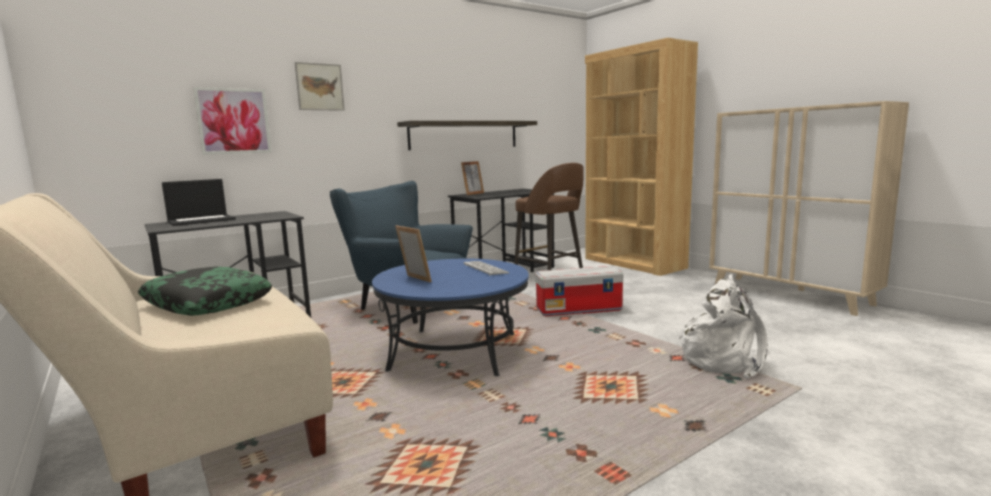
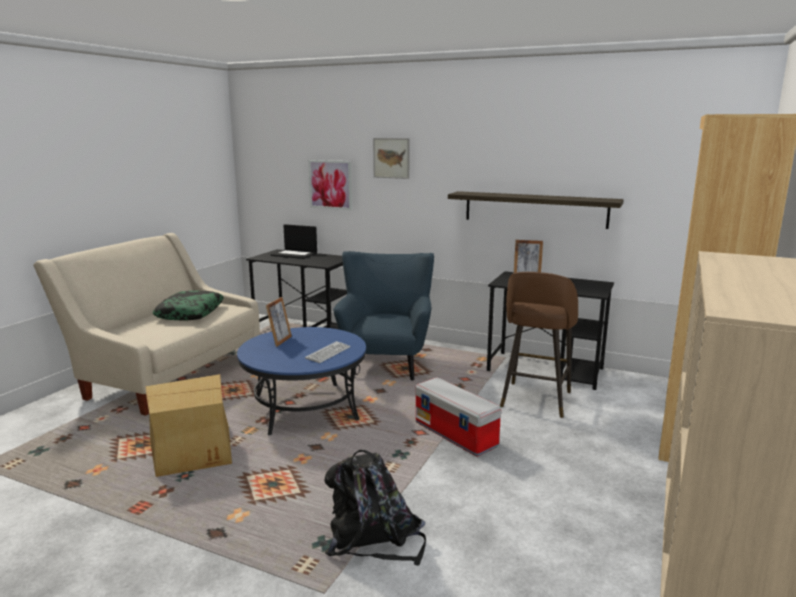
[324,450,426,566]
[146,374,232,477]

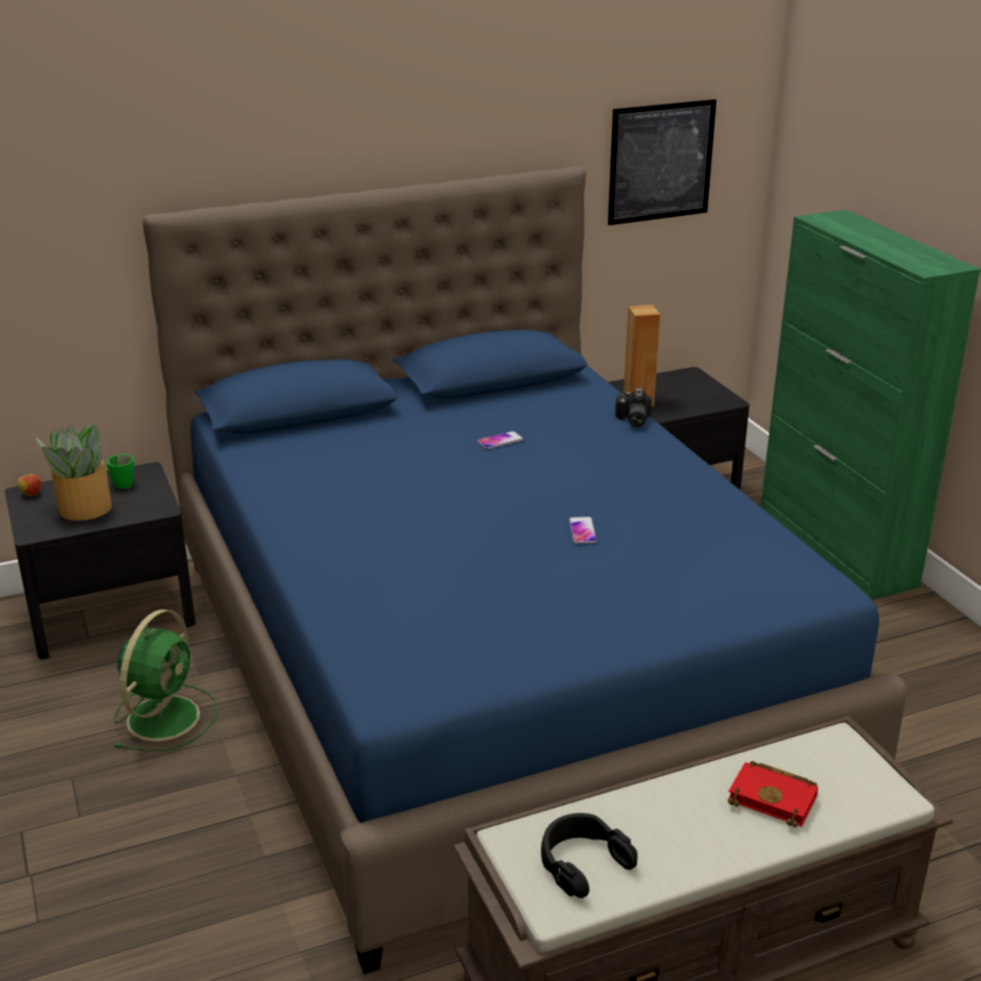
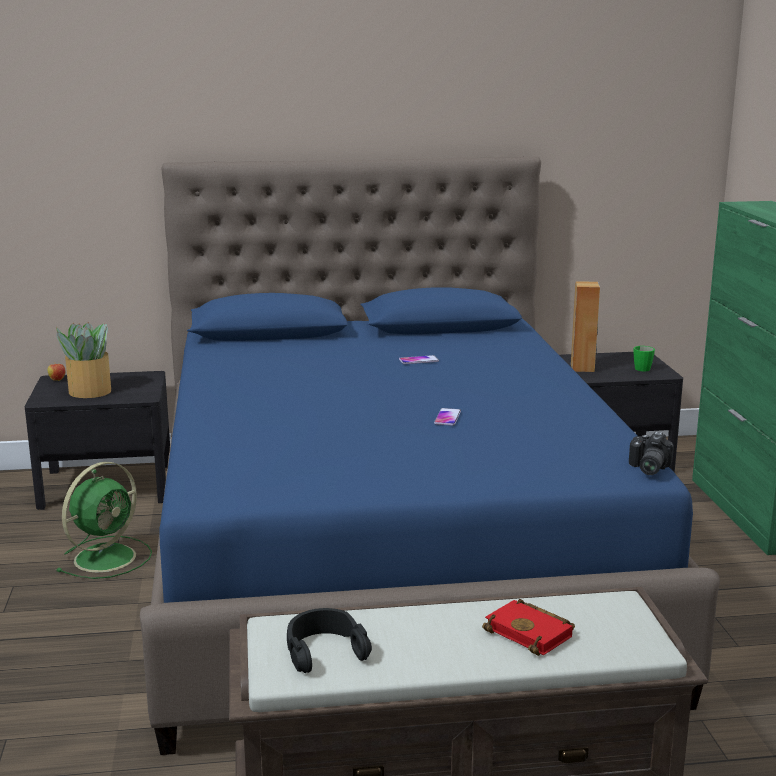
[634,346,655,371]
[608,99,716,225] (first image)
[629,432,674,475]

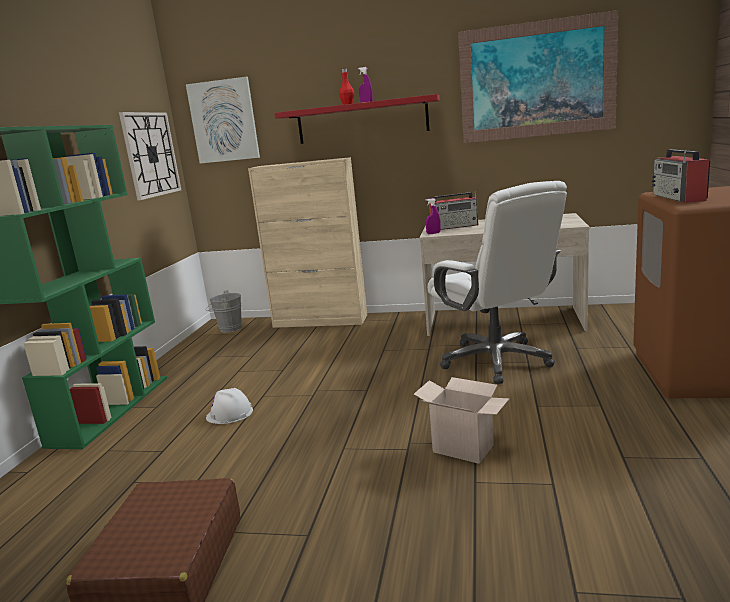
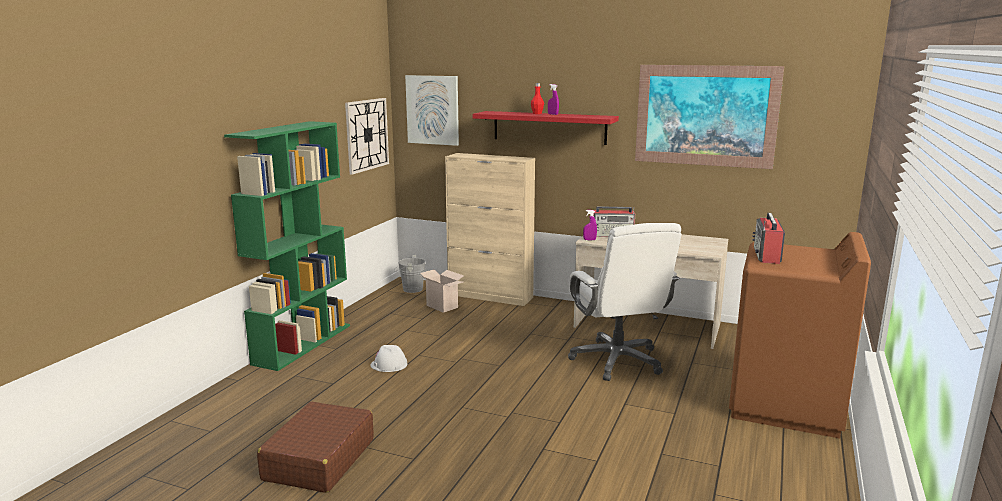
[420,269,464,313]

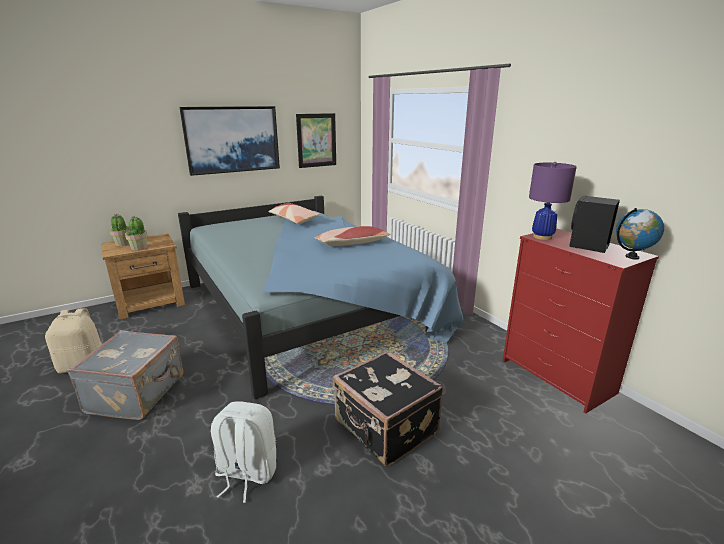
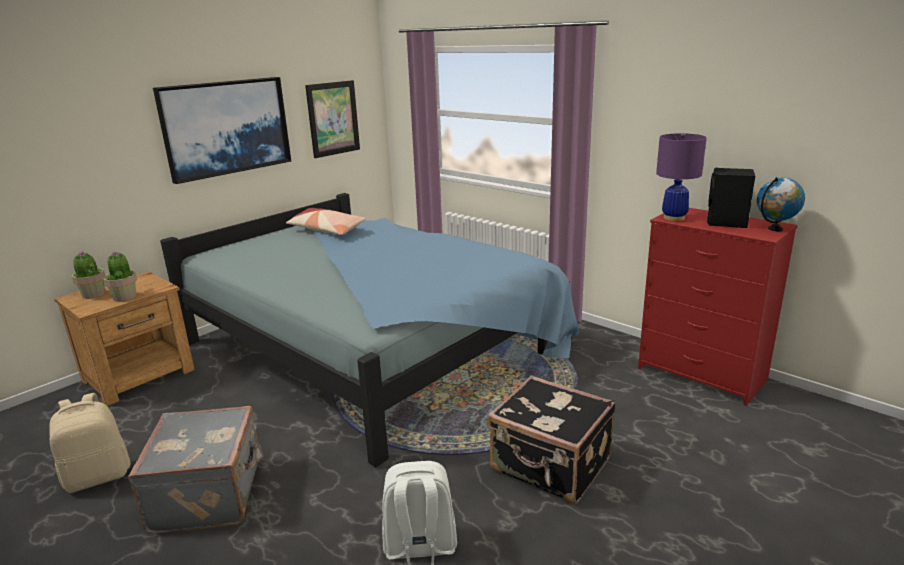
[315,226,390,246] (first image)

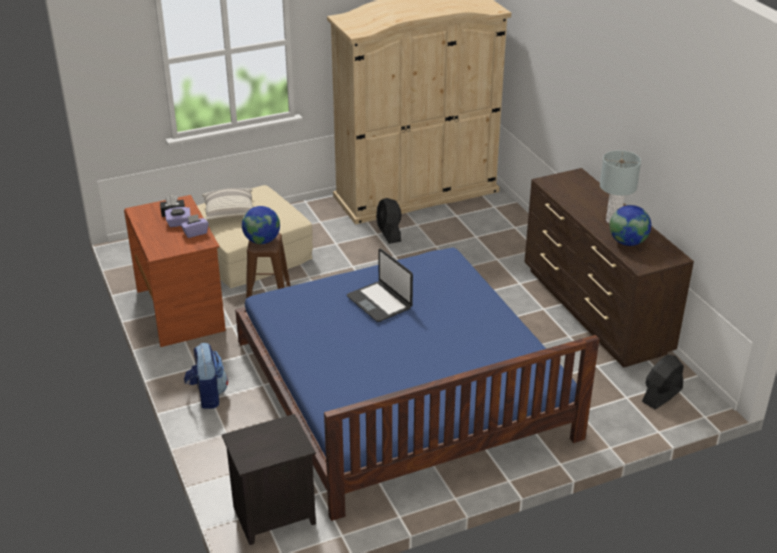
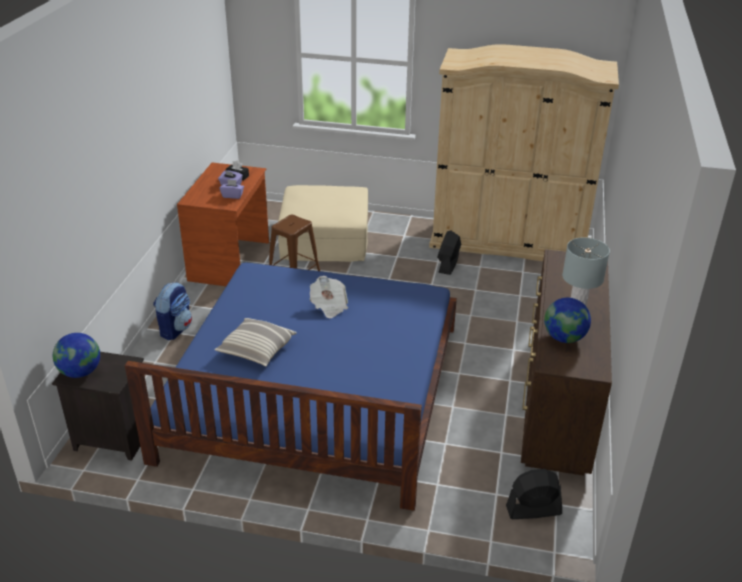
[214,318,297,367]
[53,333,100,378]
[310,276,348,319]

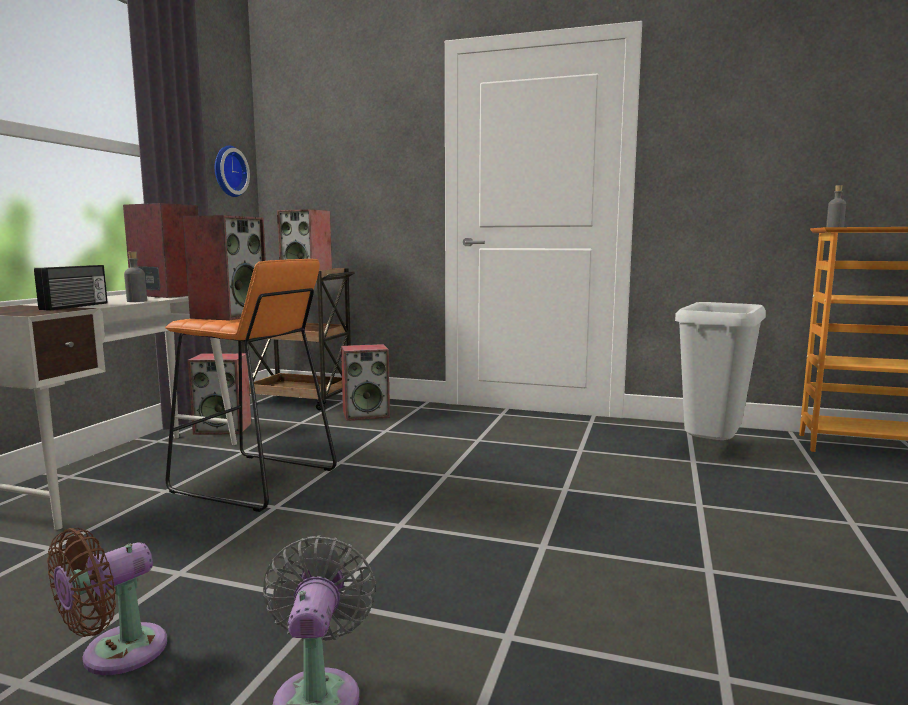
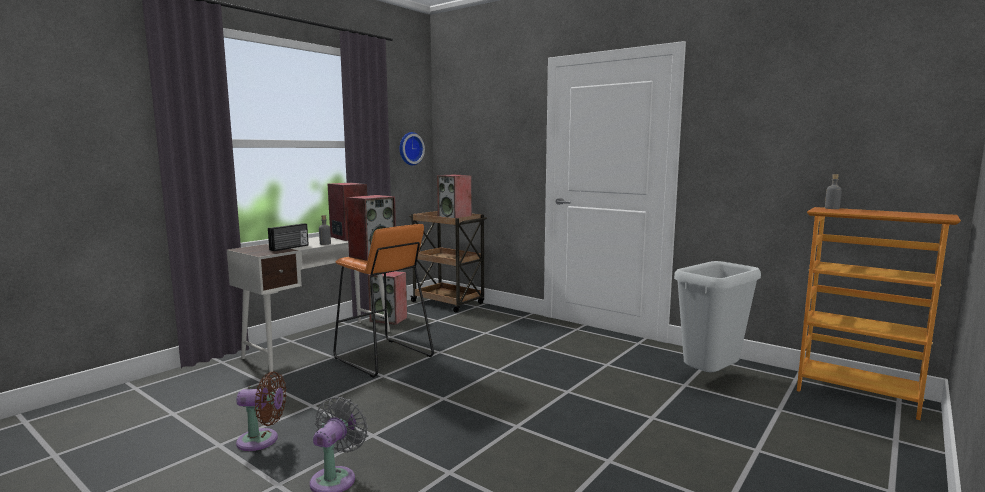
[236,372,286,451]
[341,344,390,421] (first image)

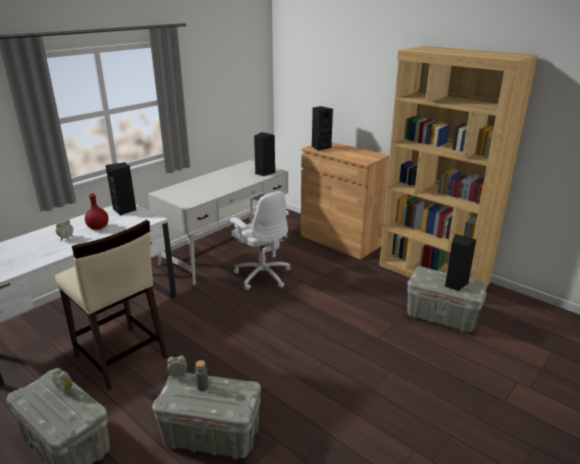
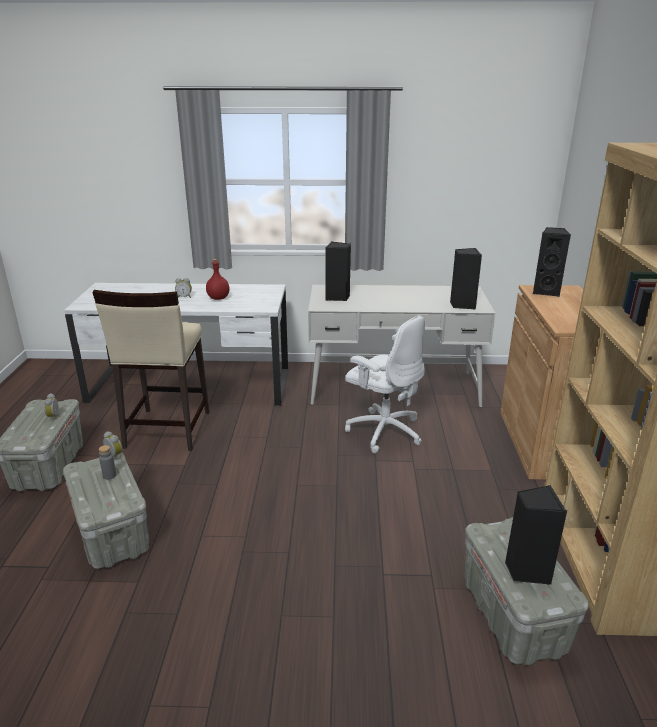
[325,241,351,301]
[345,315,425,453]

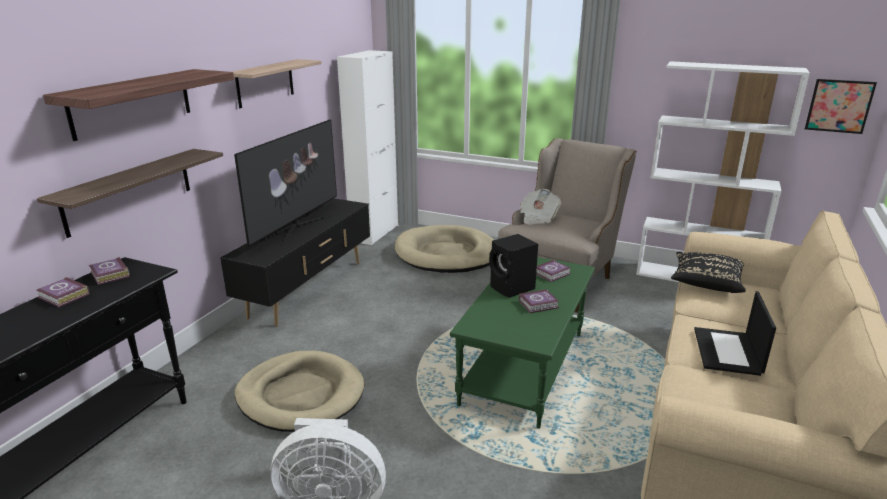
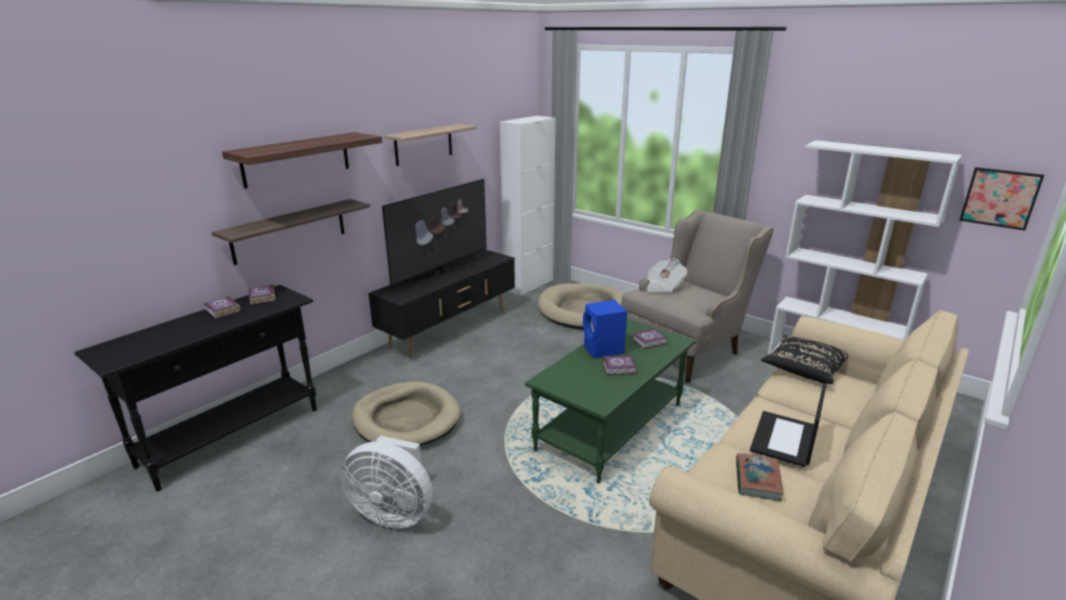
[583,300,627,359]
[736,453,784,501]

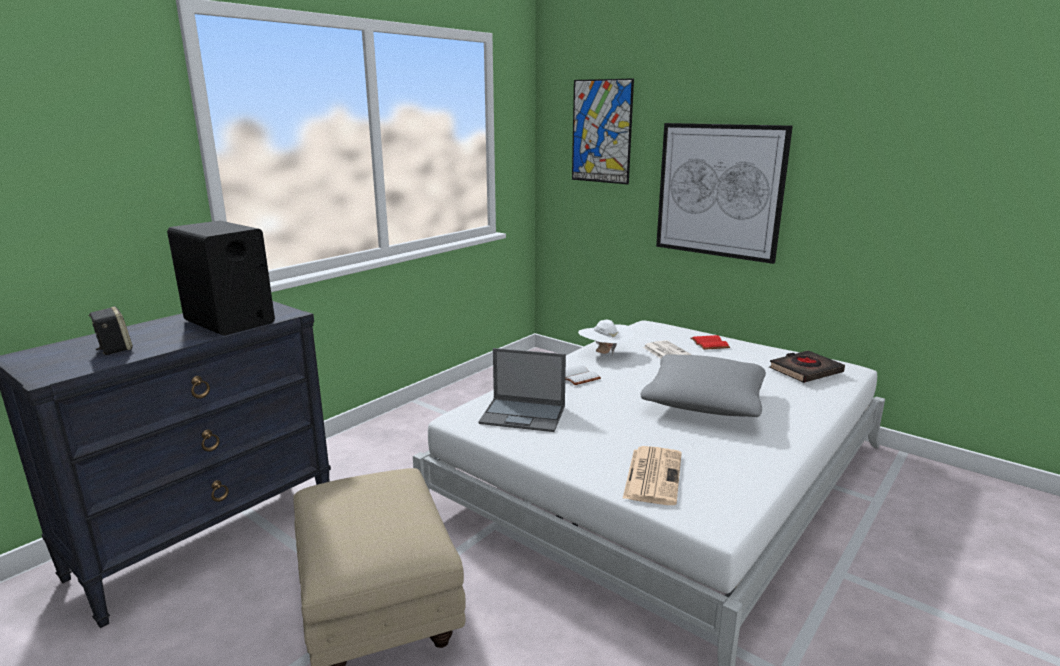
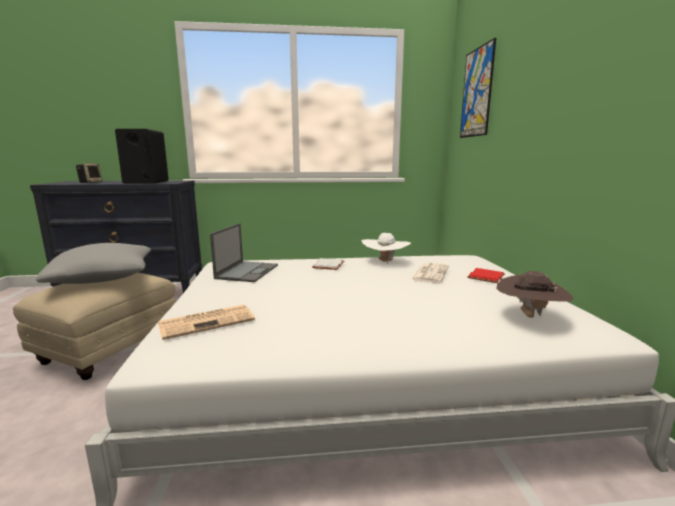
[210,223,278,282]
[36,243,151,284]
[656,123,793,264] (first image)
[496,271,574,318]

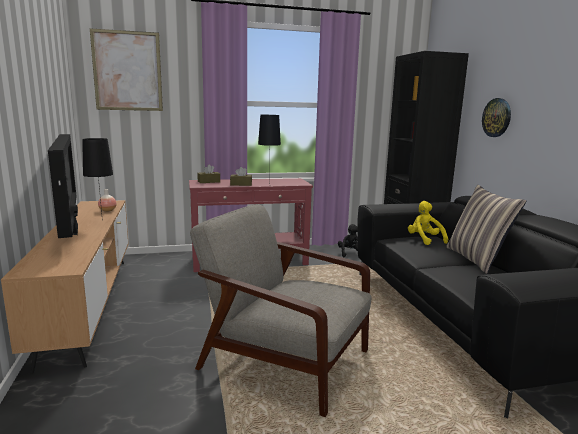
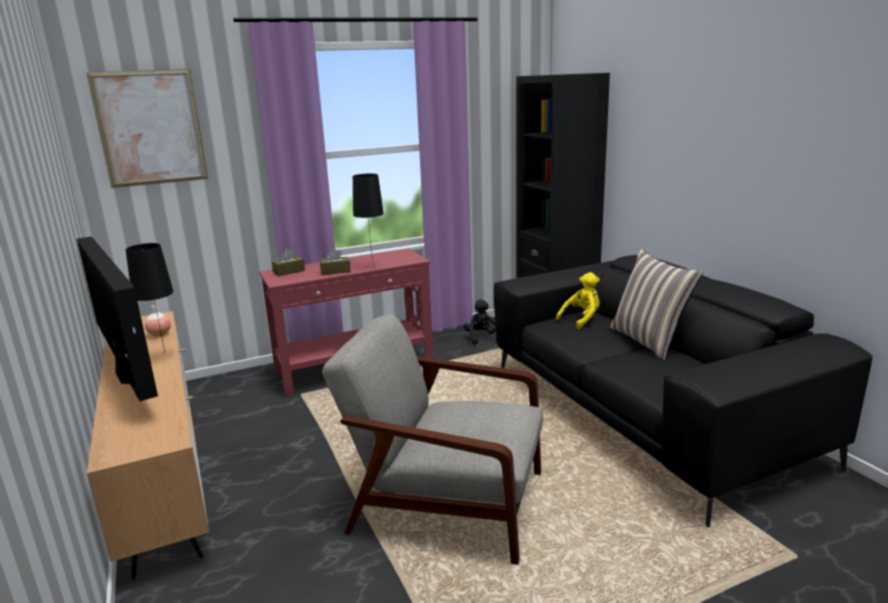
[556,272,600,329]
[482,98,511,137] (first image)

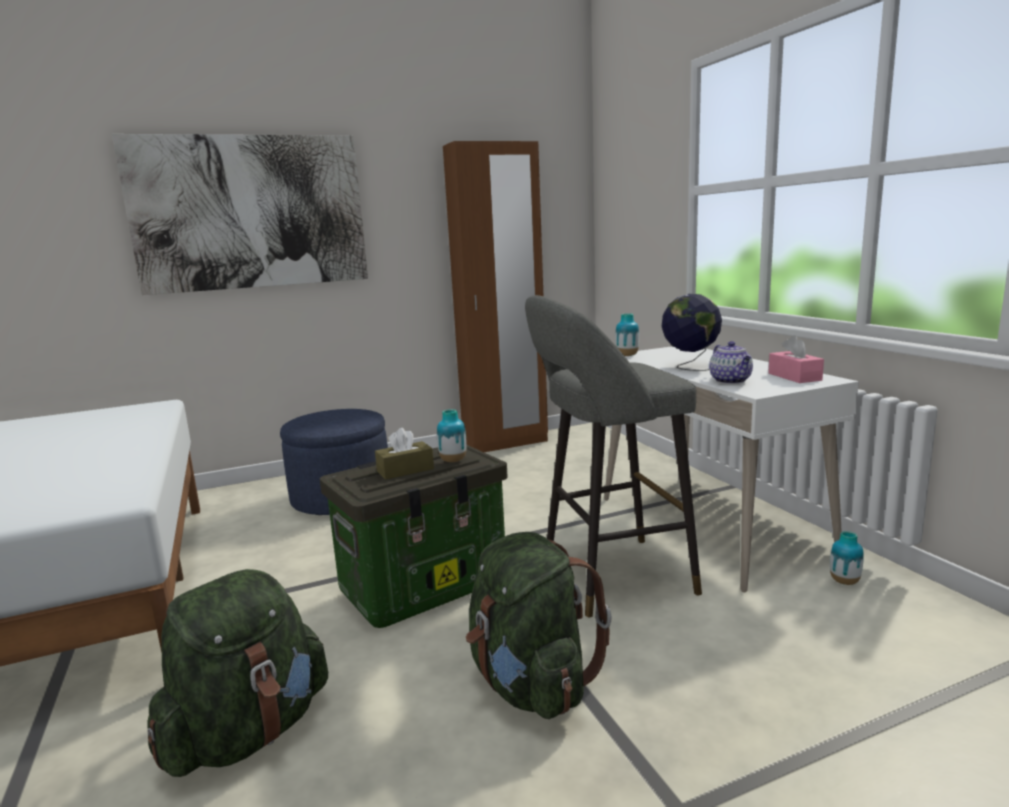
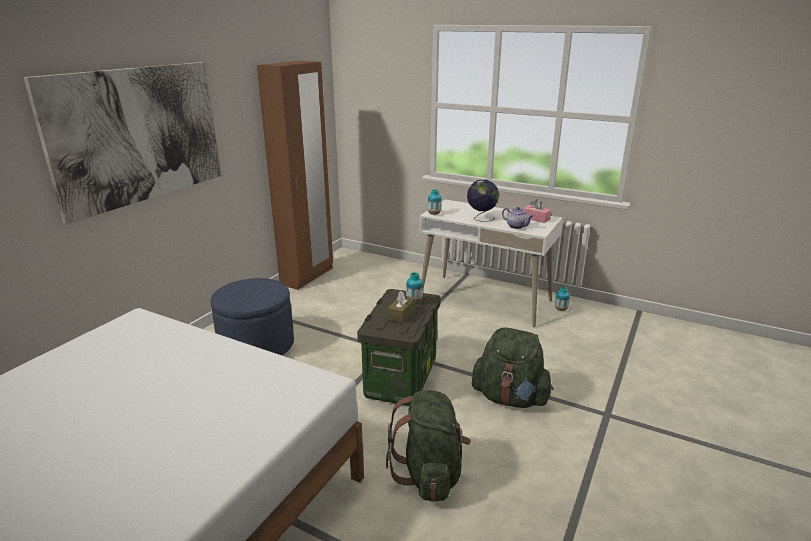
[525,295,702,617] (first image)

